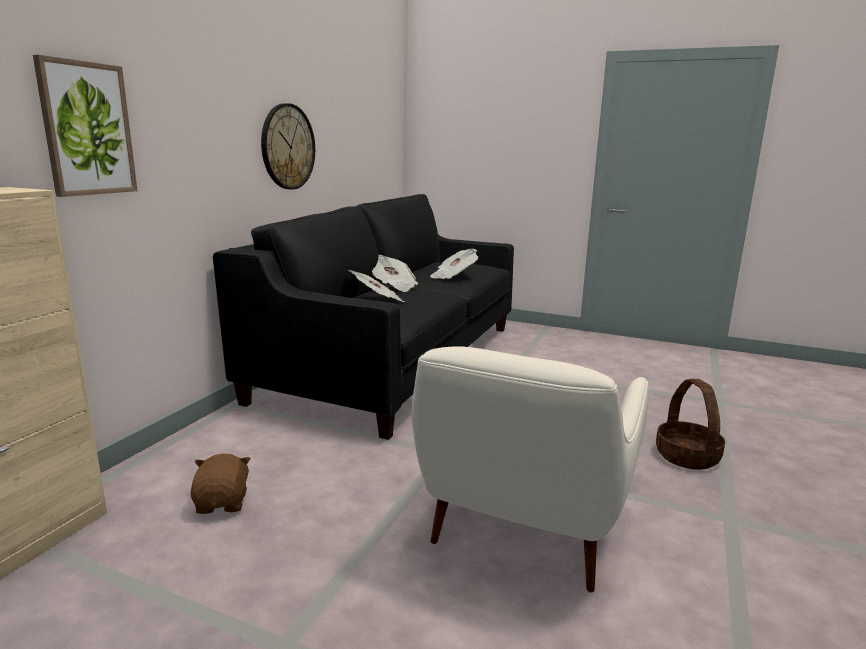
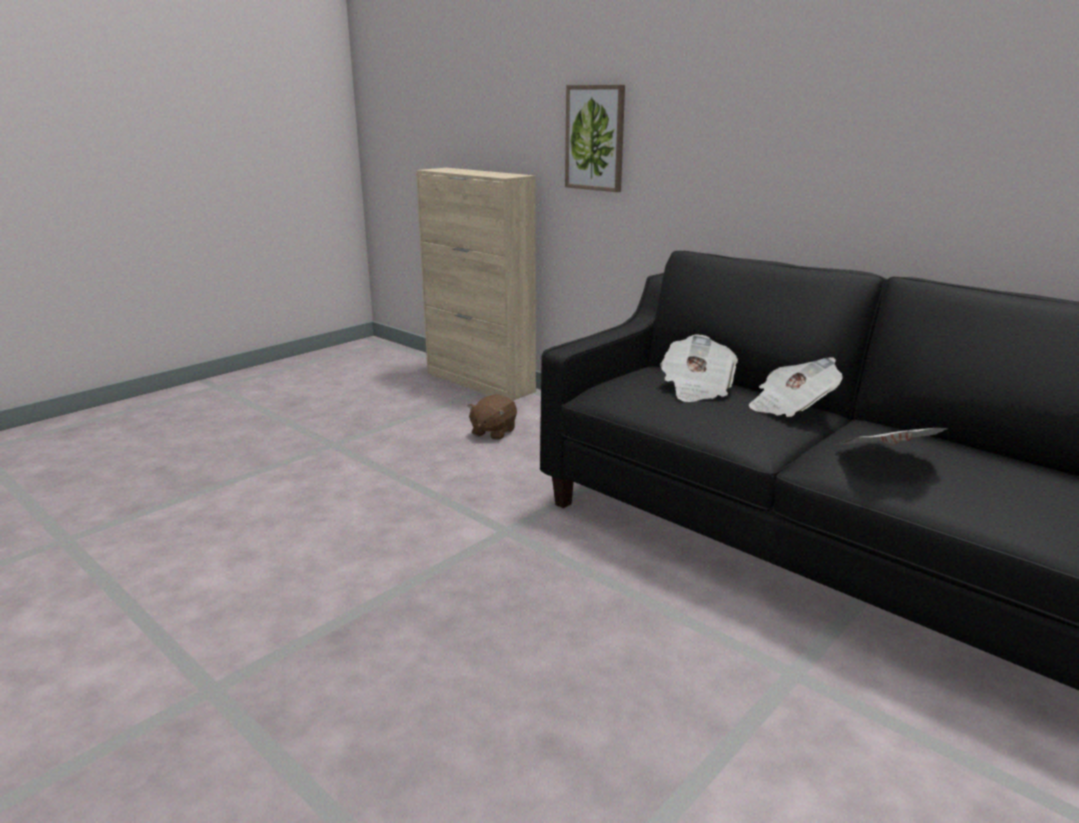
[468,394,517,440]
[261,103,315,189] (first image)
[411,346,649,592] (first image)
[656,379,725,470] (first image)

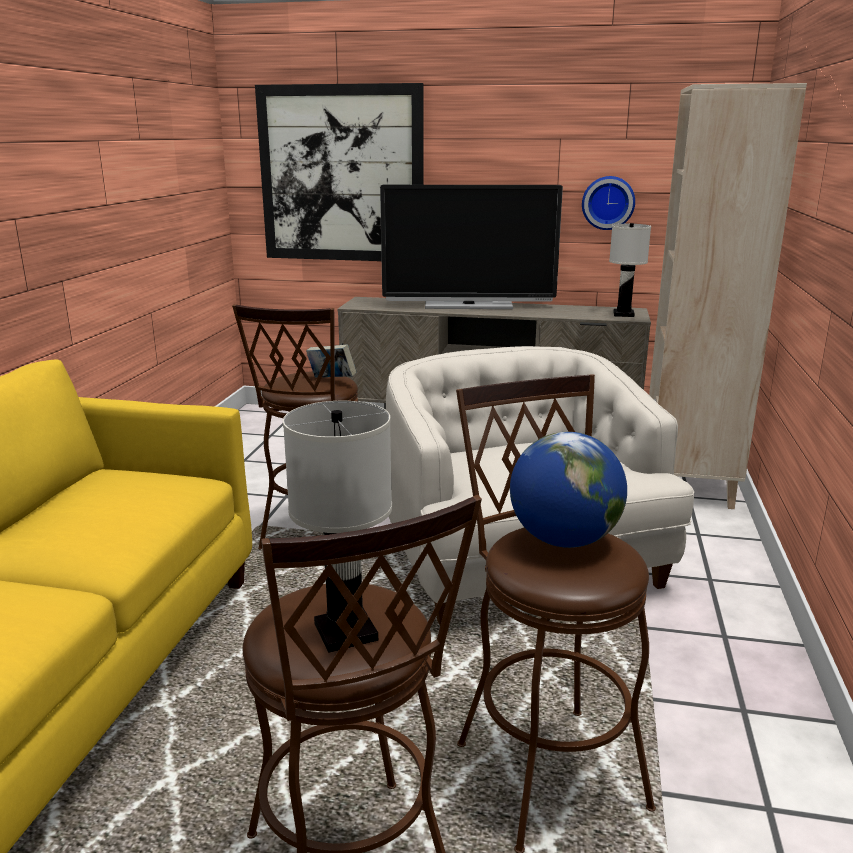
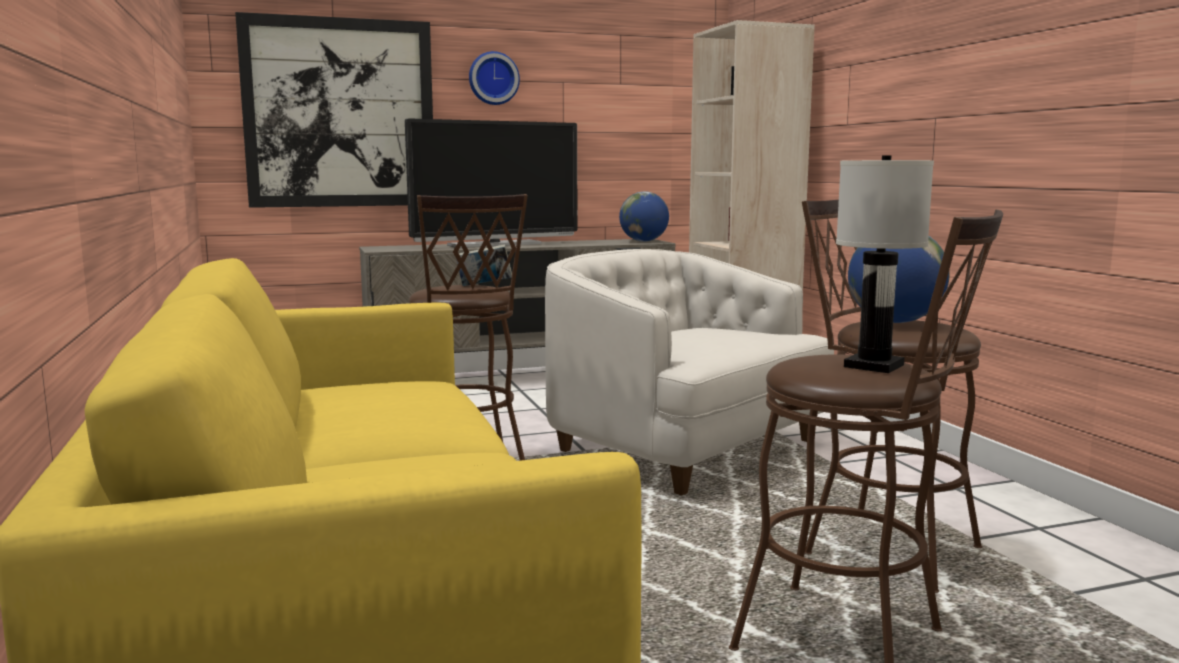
[469,51,520,105]
[619,191,669,242]

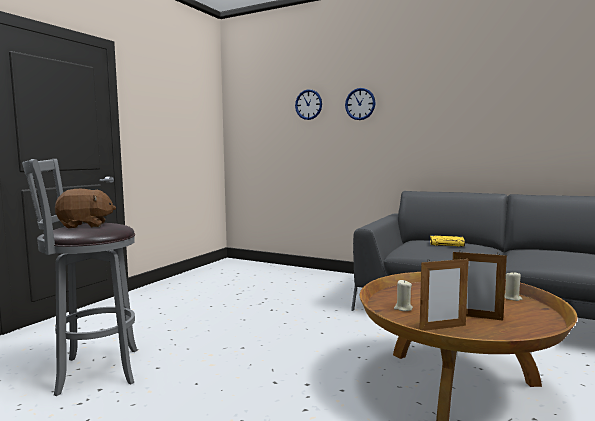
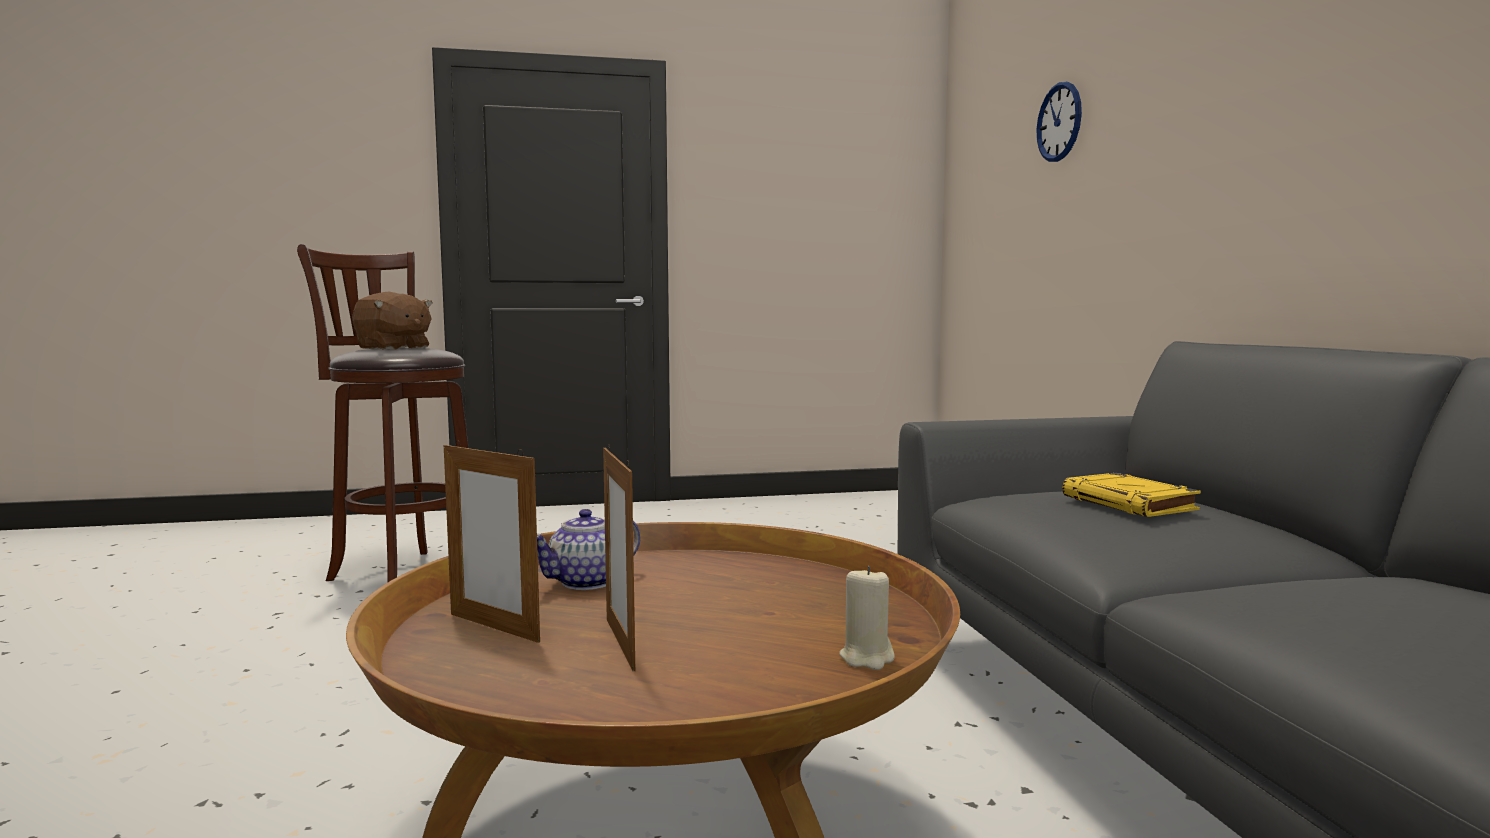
[297,244,469,583]
[345,88,375,120] (first image)
[537,509,640,590]

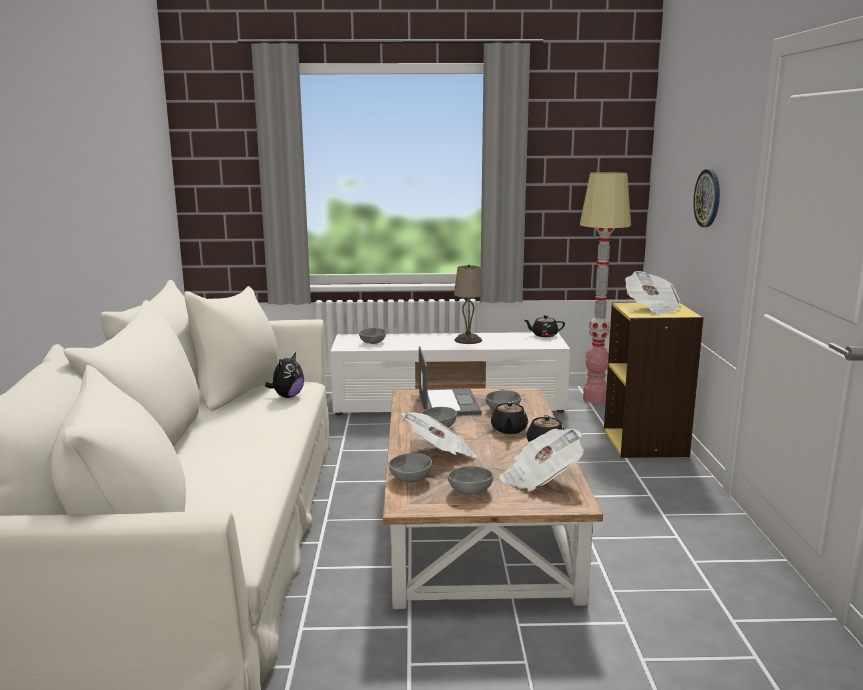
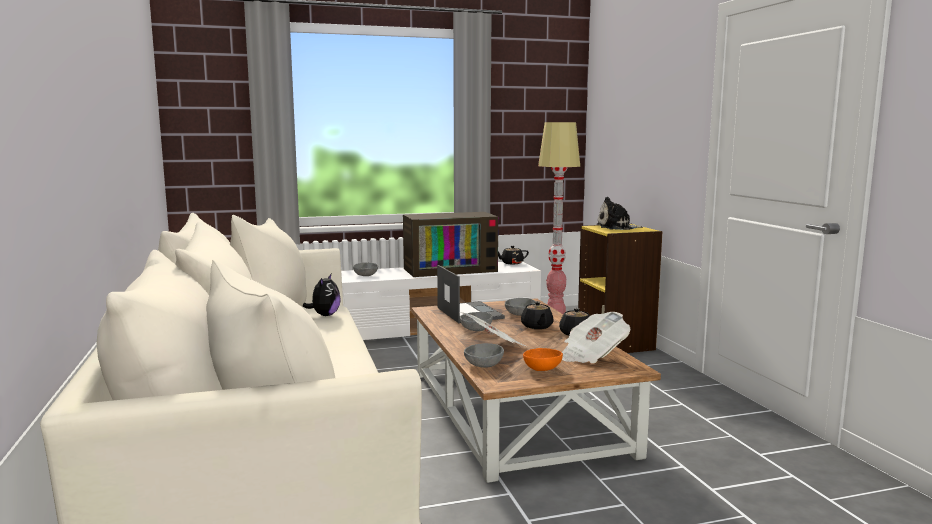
[523,348,563,371]
[403,212,498,277]
[597,197,643,230]
[693,169,720,227] (first image)

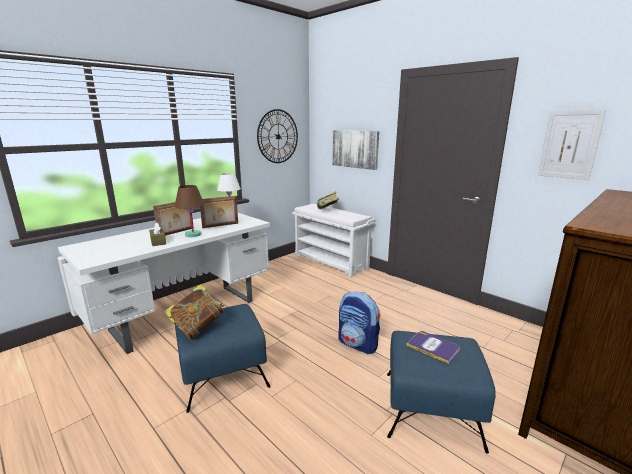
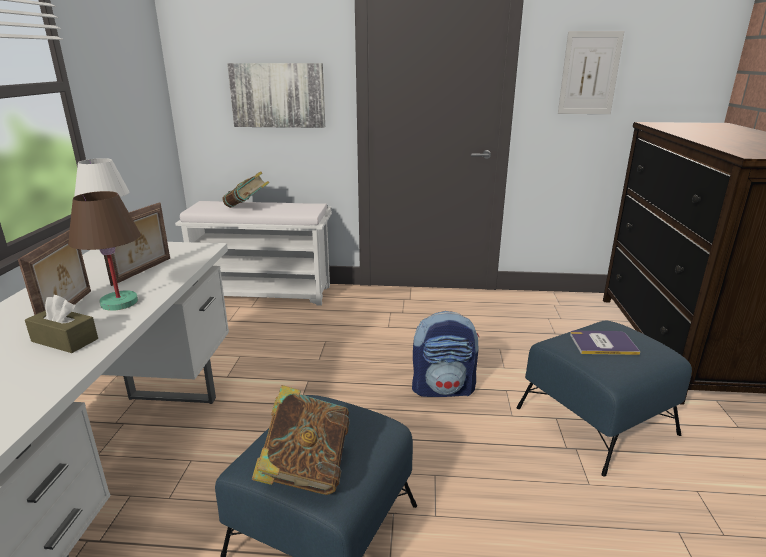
[257,109,298,163] (first image)

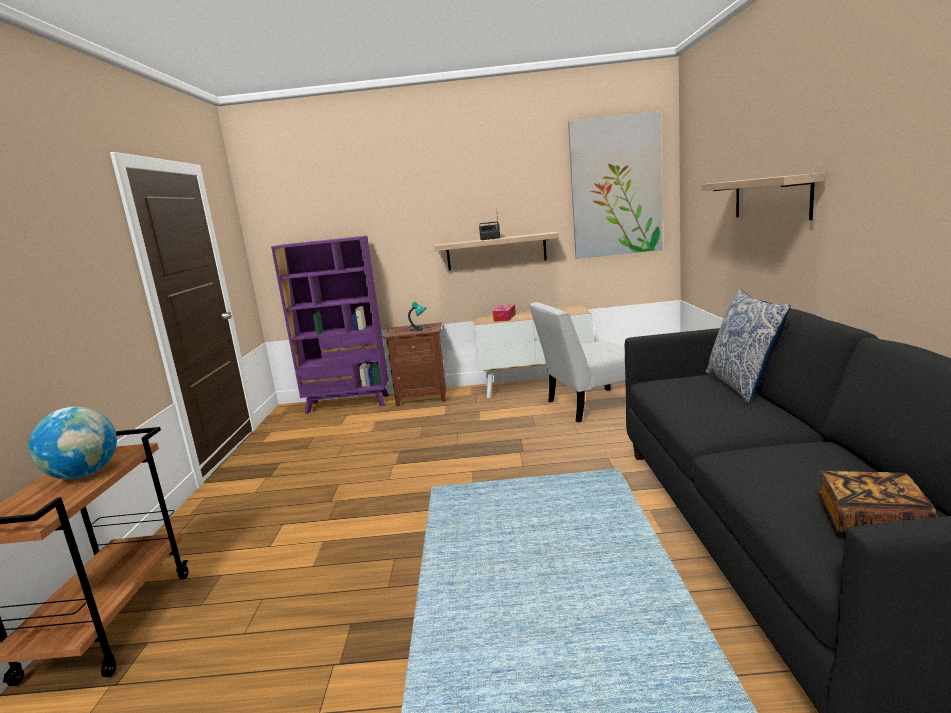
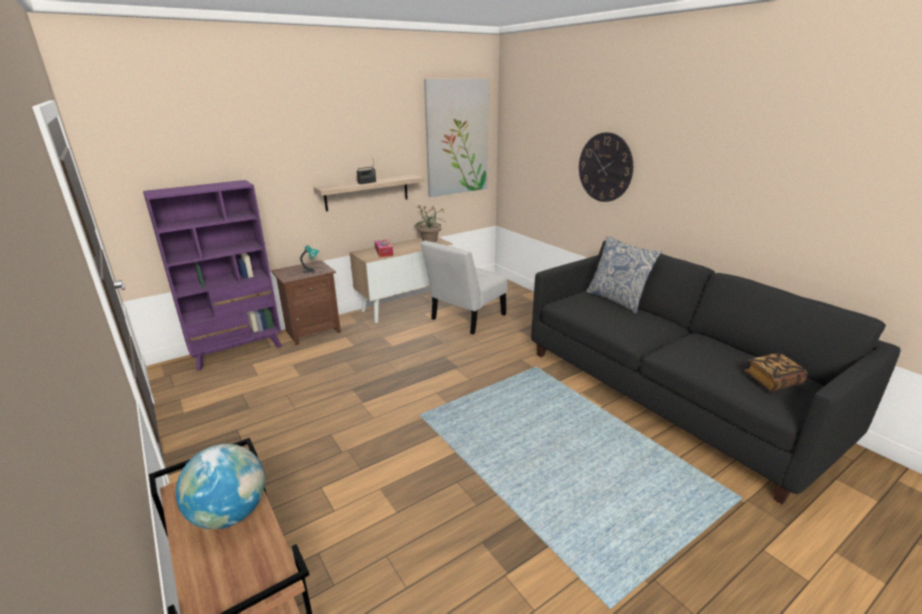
[579,132,633,202]
[415,205,444,242]

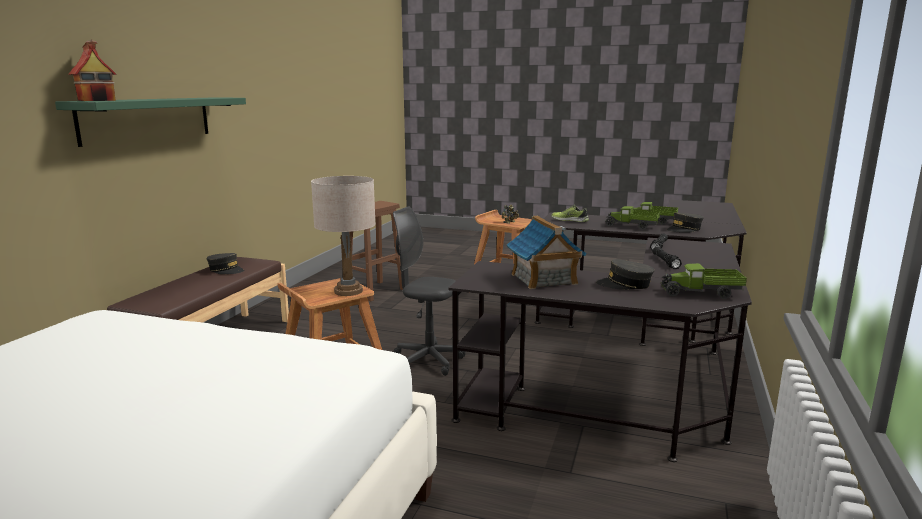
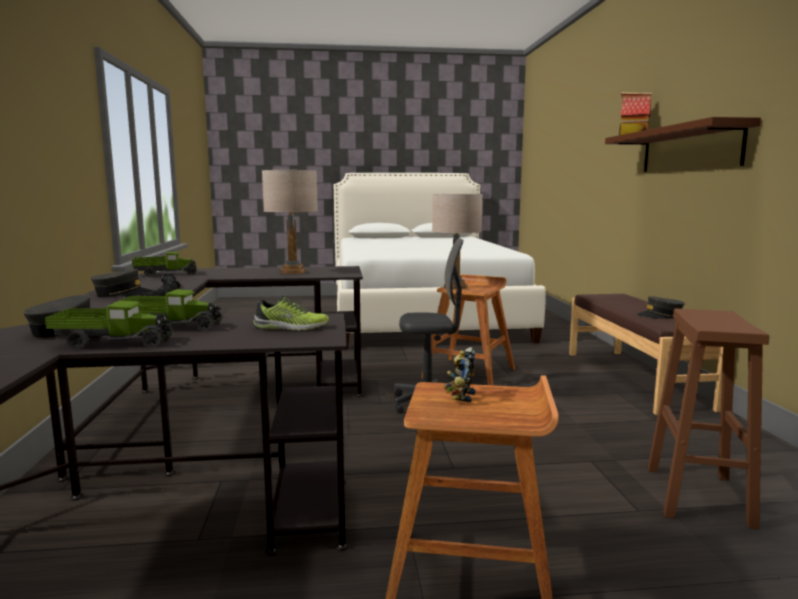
[605,117,761,172]
[262,170,318,274]
[91,269,153,297]

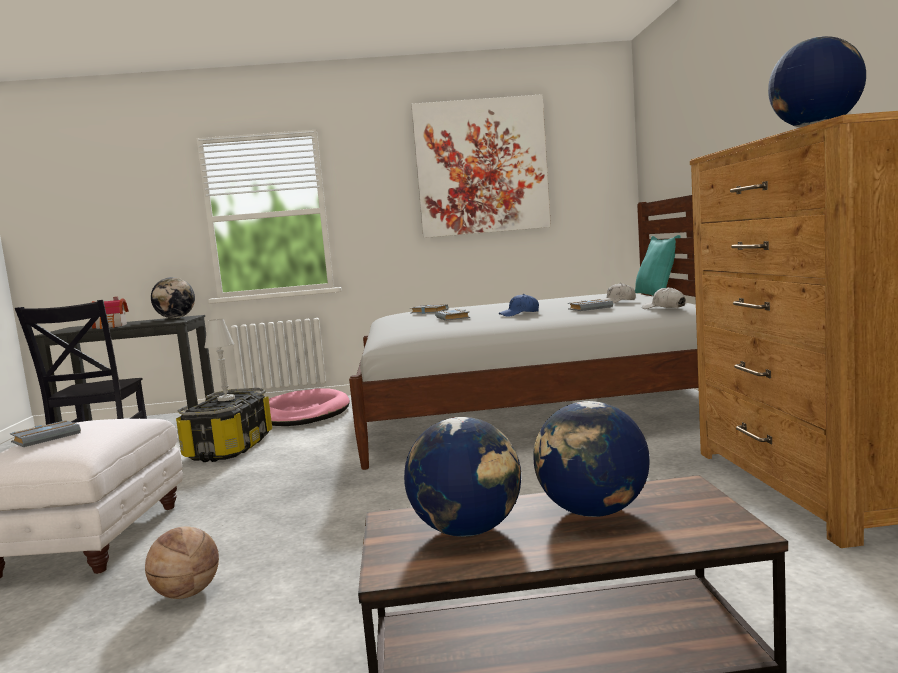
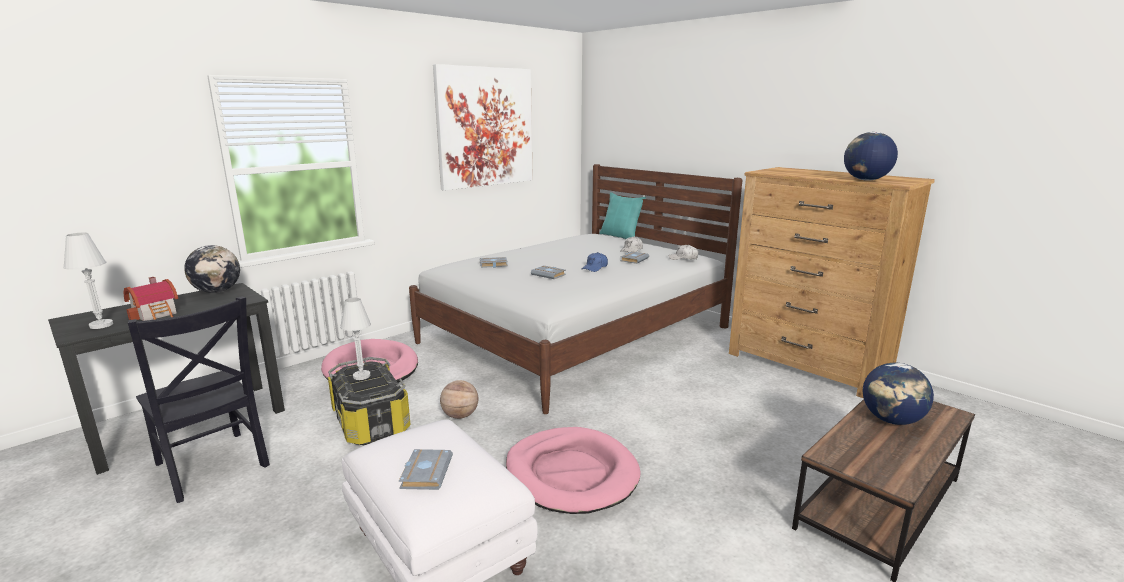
[440,380,478,419]
[404,417,521,537] (first image)
[63,233,113,329]
[506,427,641,514]

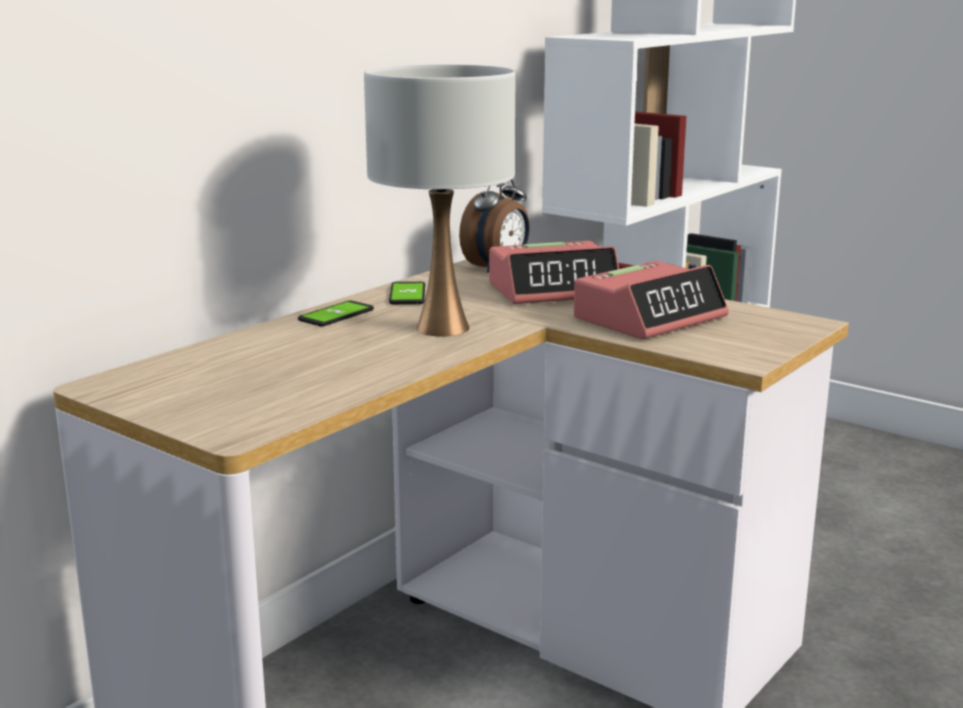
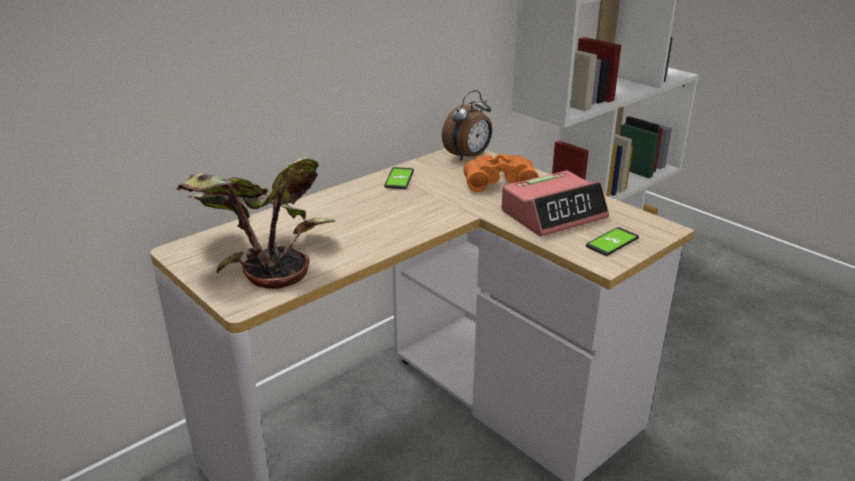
[586,227,639,256]
[364,64,516,337] (first image)
[463,154,539,192]
[176,157,336,289]

